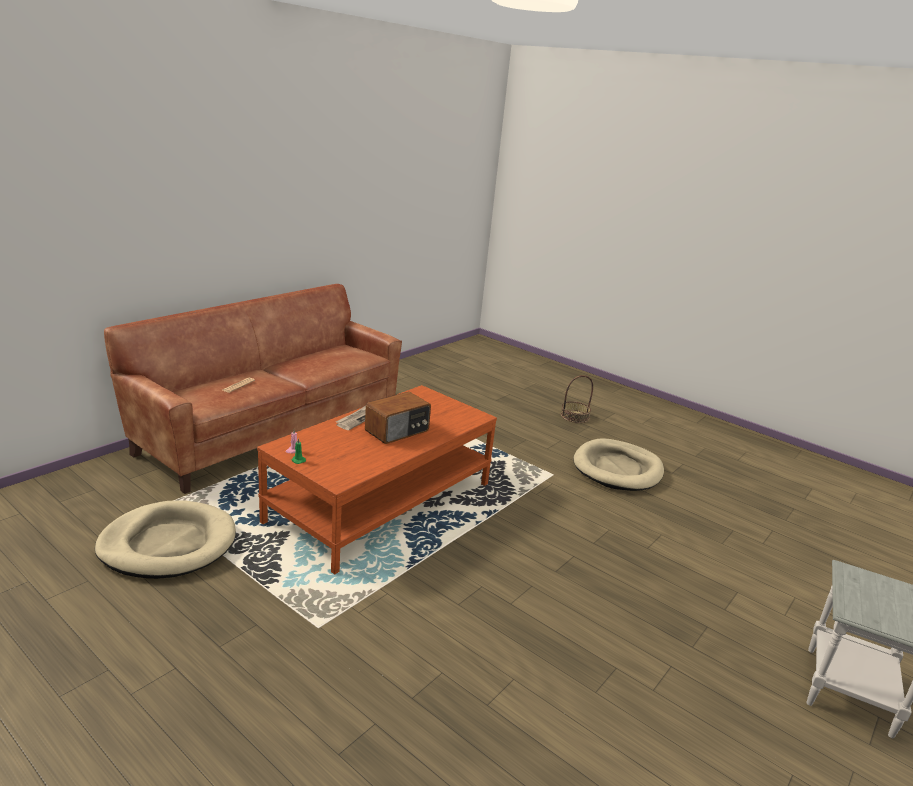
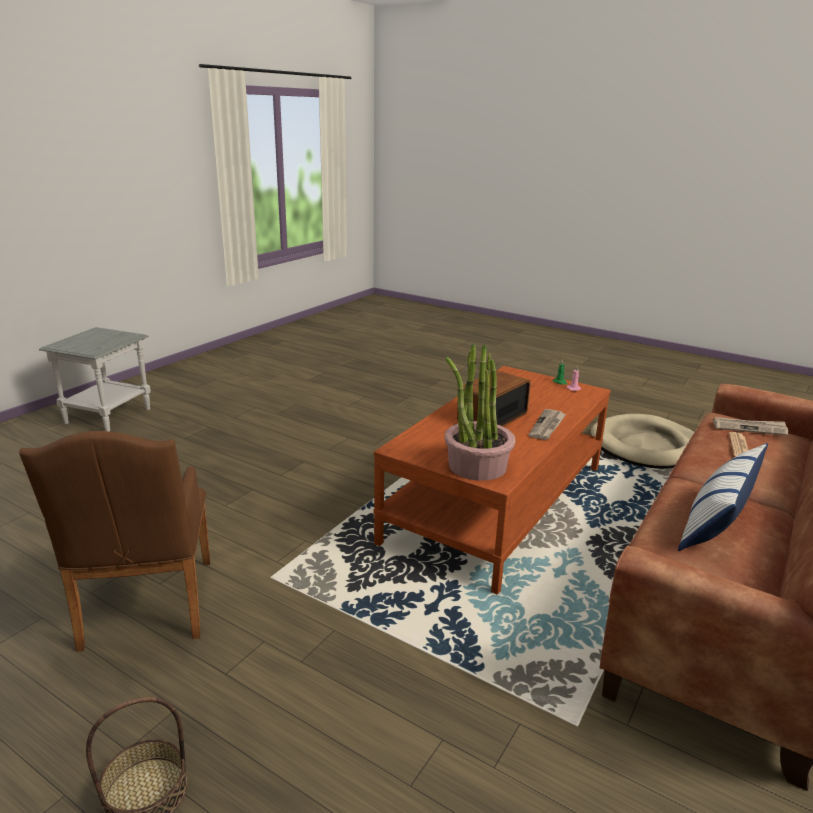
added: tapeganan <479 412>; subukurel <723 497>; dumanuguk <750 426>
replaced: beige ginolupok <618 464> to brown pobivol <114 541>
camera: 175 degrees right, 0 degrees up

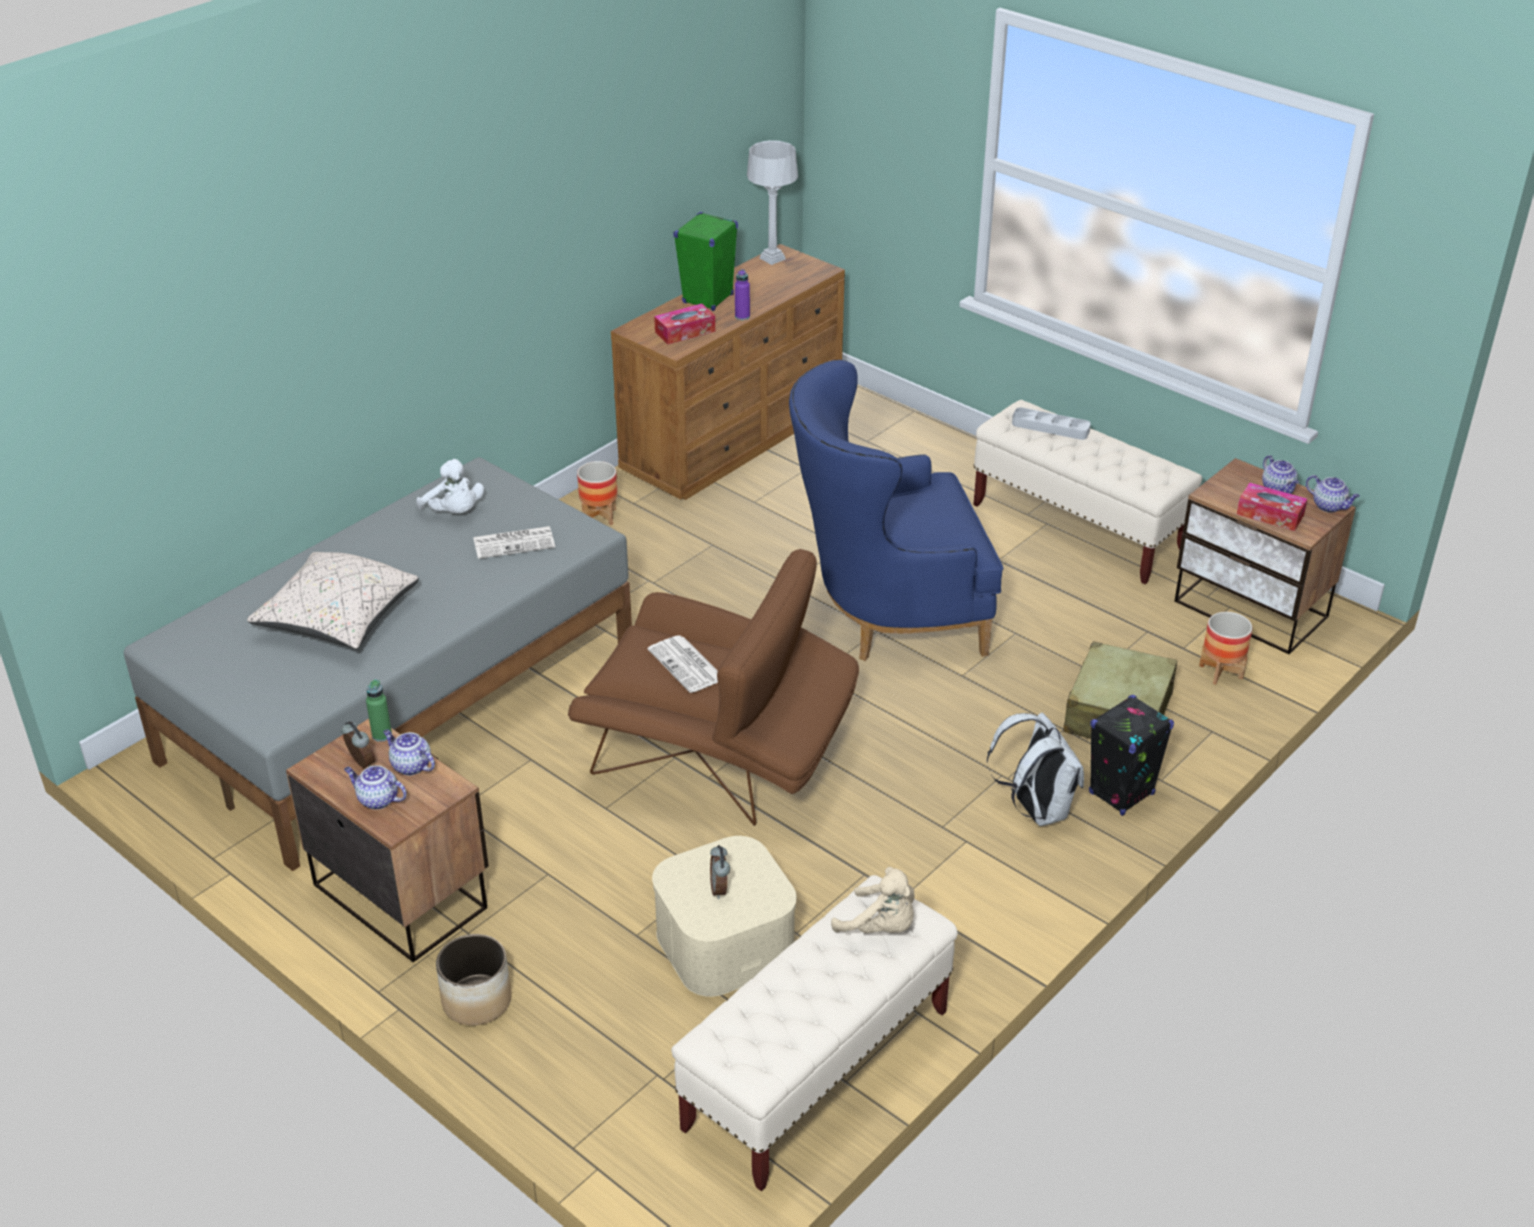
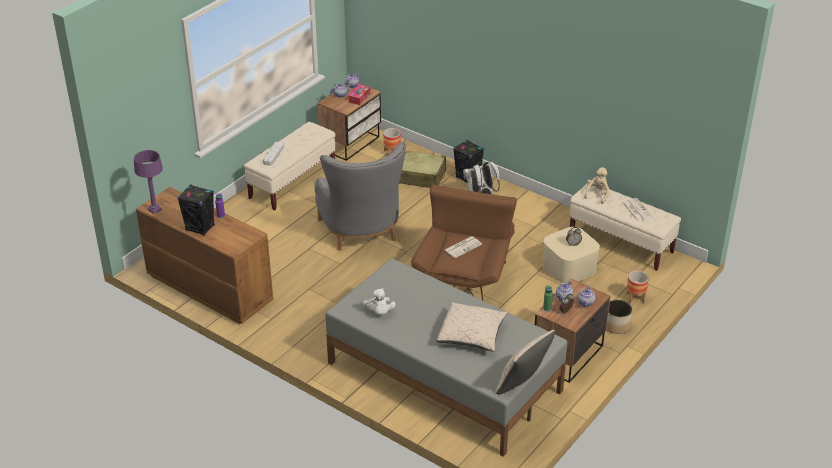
removed: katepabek <684 324>
added: beige subukurel <525 362>
moved: dumanuguk <514 542> to <637 210>; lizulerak <597 493> to <638 287>
recoloured: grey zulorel <772 202> to purple zulorel <148 182>; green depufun <705 261> to black depufun <196 210>; blue pobivol <896 510> to grey pobivol <360 196>
turned: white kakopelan <450 486> = <379 301> 120 degrees clockwise
camera: 95 degrees left, 0 degrees up

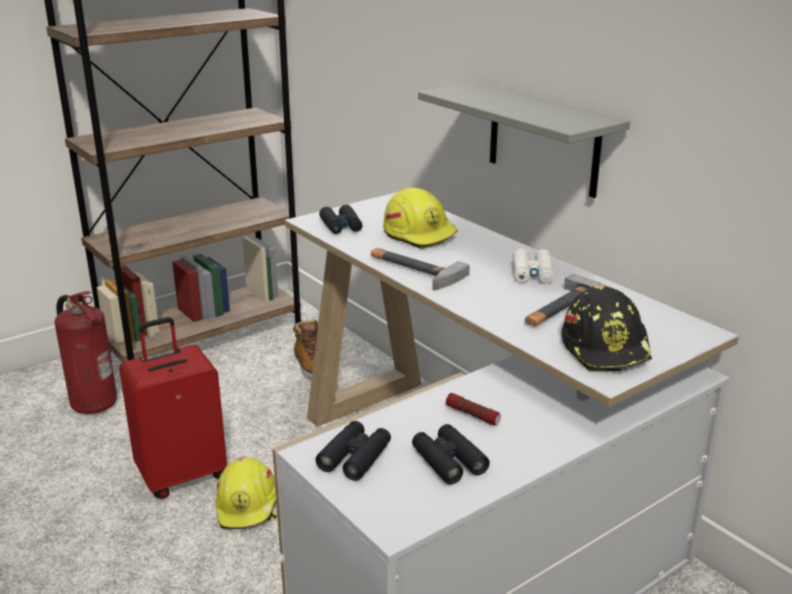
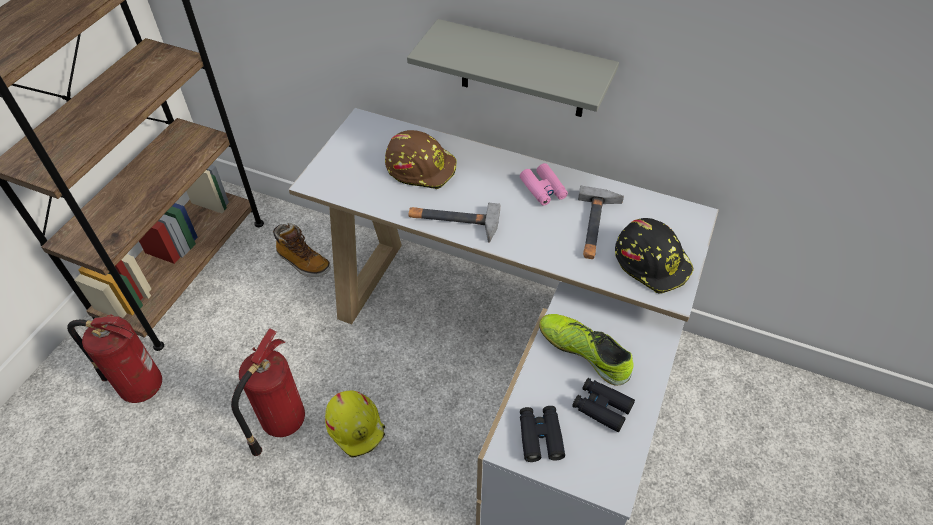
removed: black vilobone <341 219>
replaced: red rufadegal <173 408> to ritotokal <268 392>; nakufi <473 409> to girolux <586 349>
recoloured: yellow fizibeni <420 218> to brown fizibeni <420 159>; white vilobone <533 266> to pink vilobone <544 184>
camera: 30 degrees left, 25 degrees up

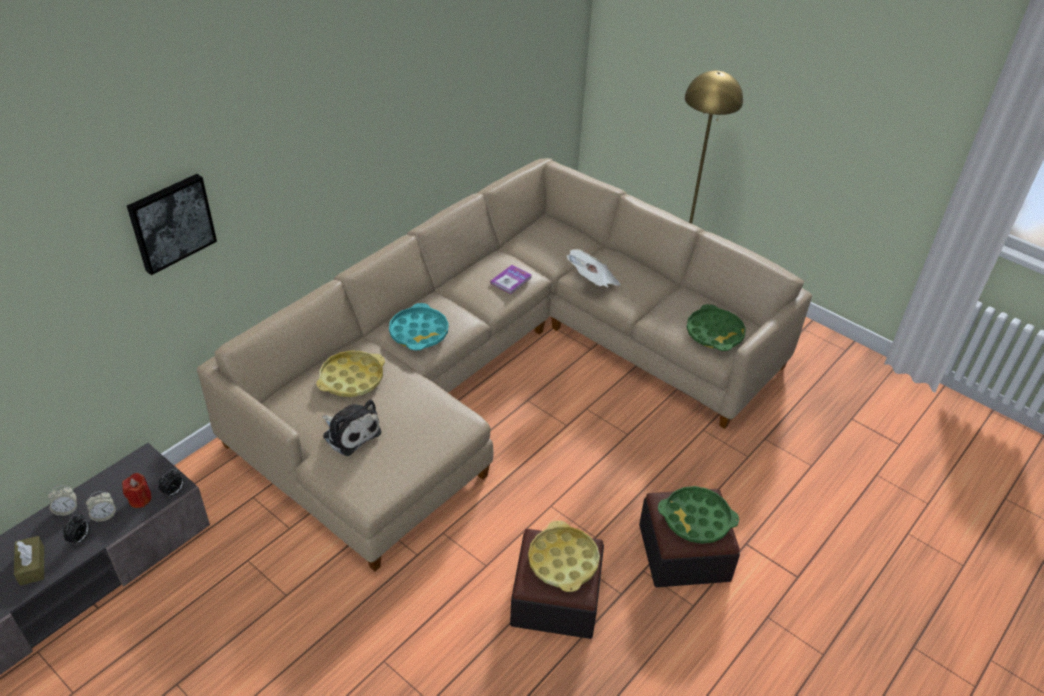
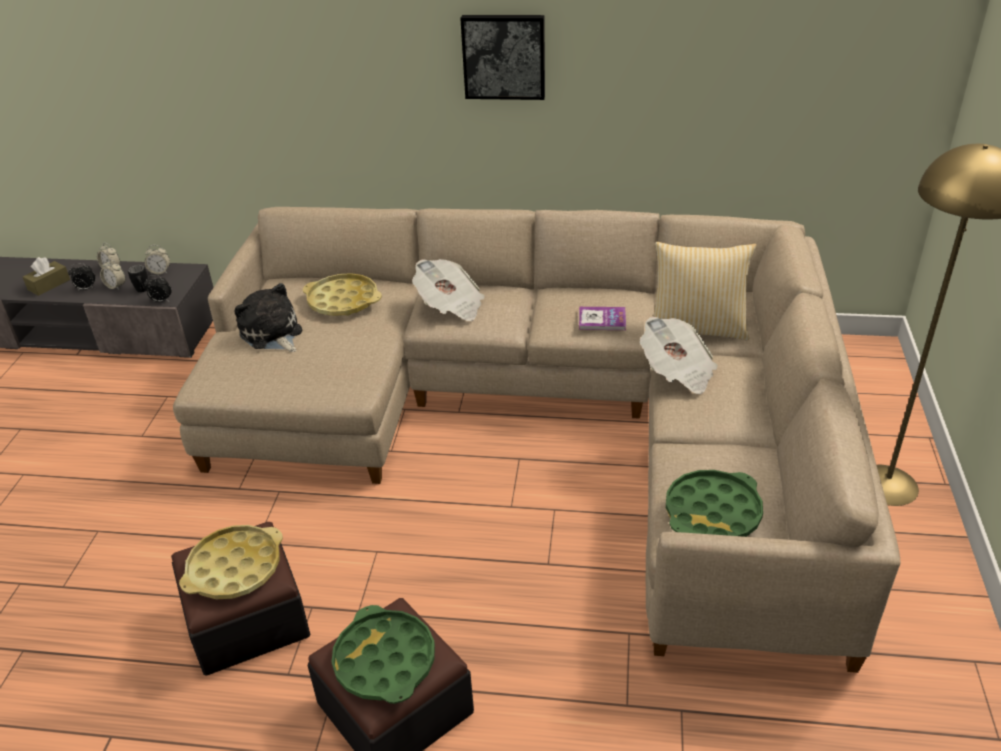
added: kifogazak <157 260>; subukurel <705 291>
moved: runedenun <172 224> to <502 57>
replaced: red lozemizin <136 490> to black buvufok <138 279>; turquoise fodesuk <419 326> to dumanuguk <448 290>
turned: kakopelan <352 428> = <268 317> 135 degrees clockwise
camera: 60 degrees right, 5 degrees down

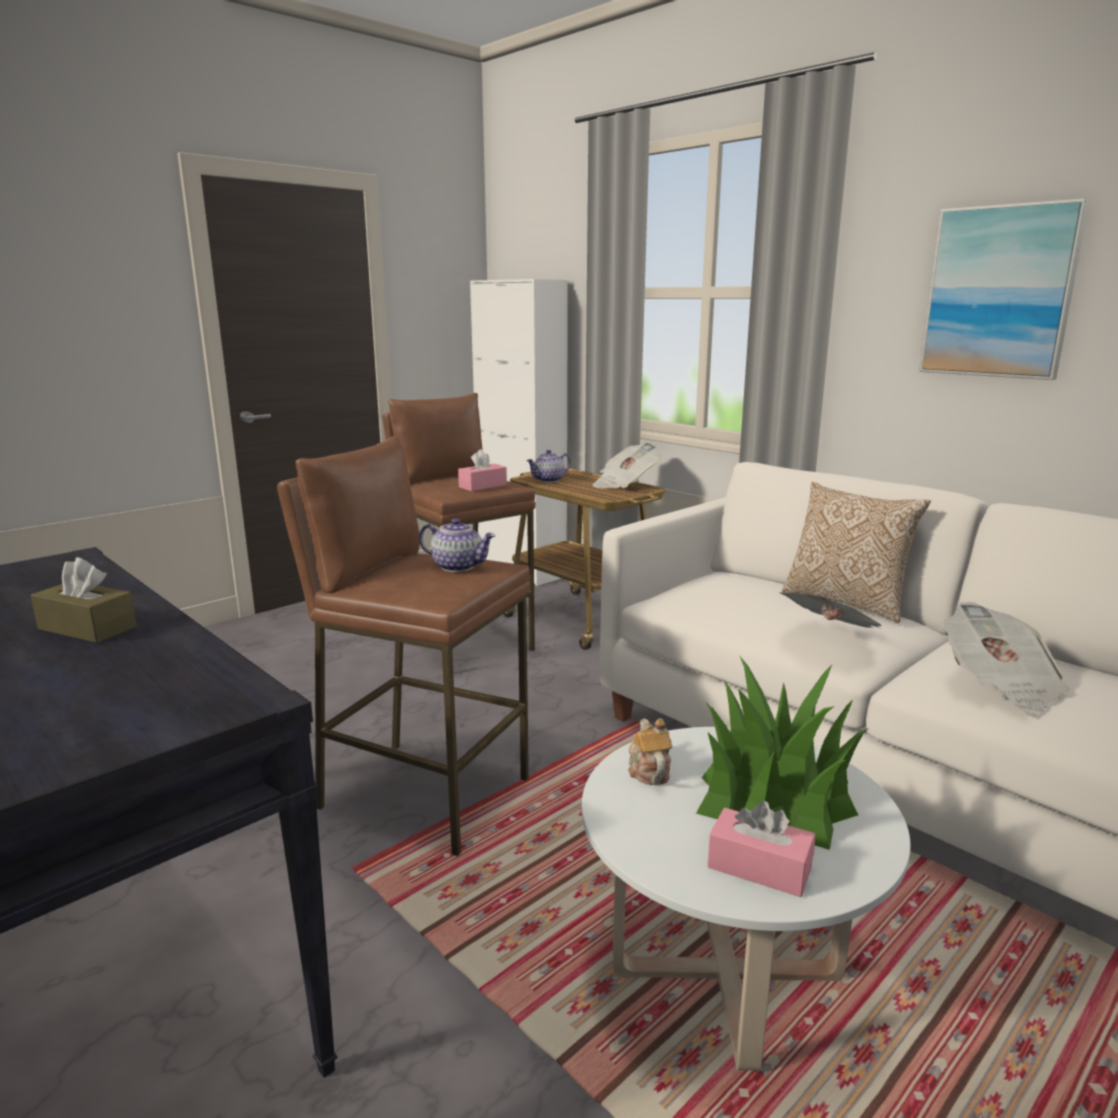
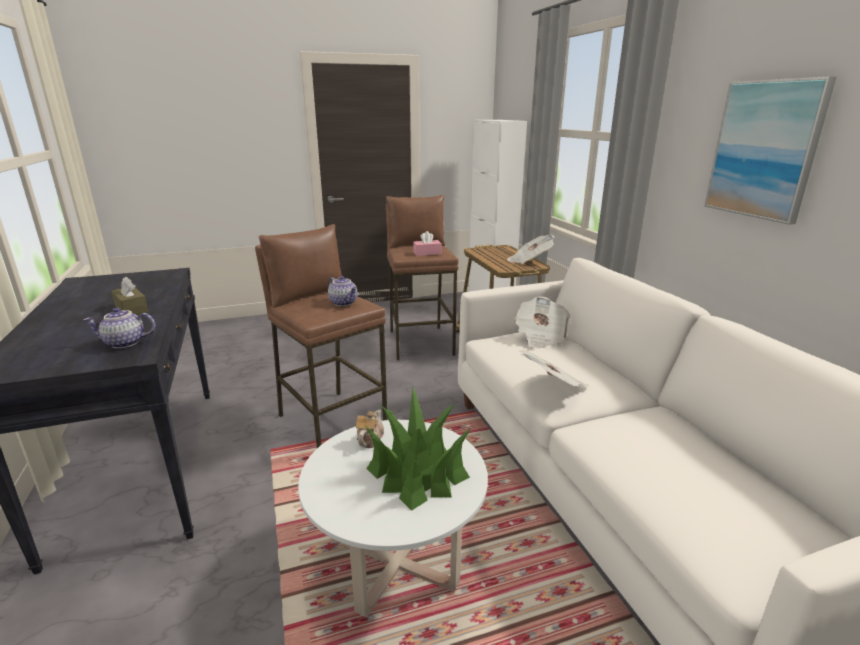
removed: pink katepabek <761 849>; subukurel <856 552>
moved: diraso <548 466> to <119 328>; dumanuguk <1007 658> to <542 322>
camera: 25 degrees right, 5 degrees up

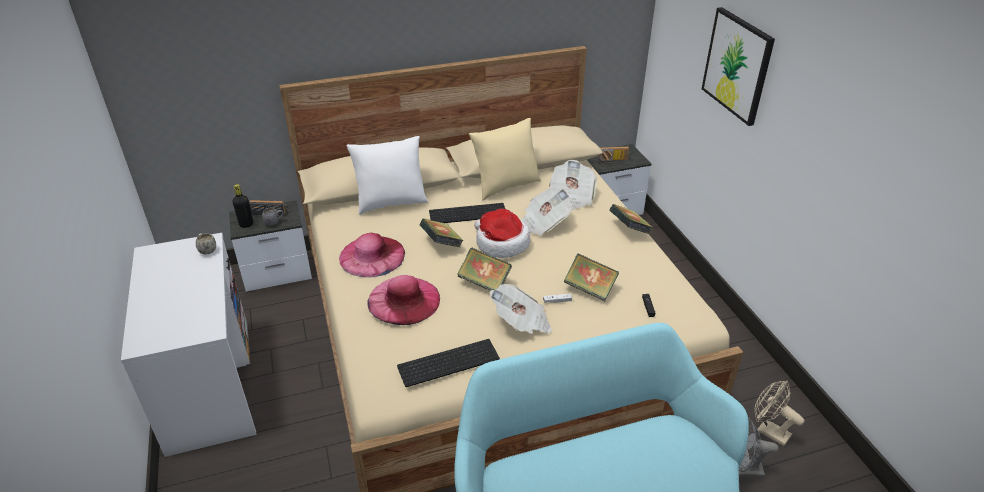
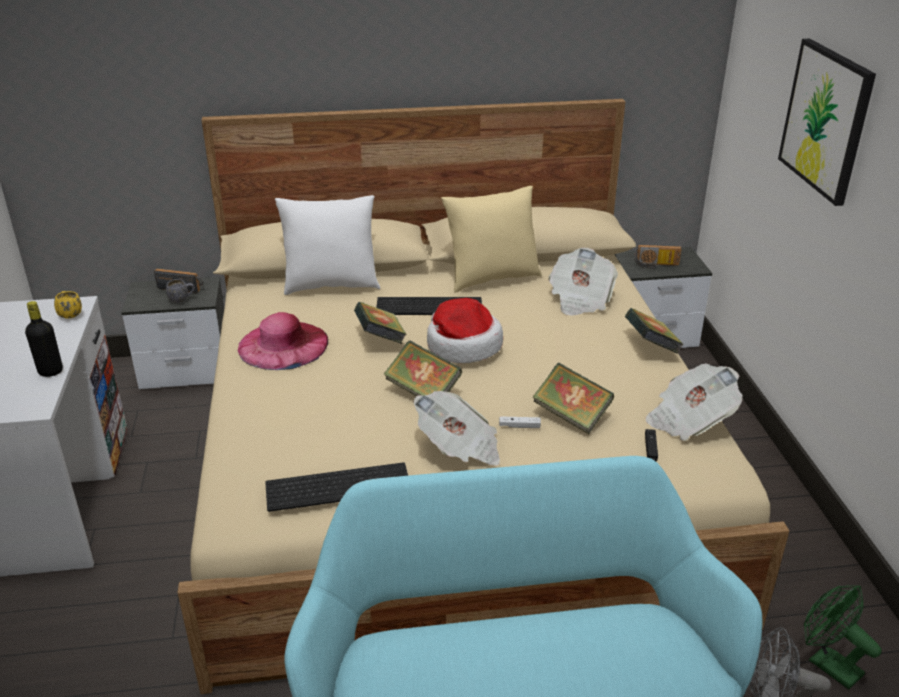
removed: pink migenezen <403 300>
moved: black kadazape <243 206> to <44 339>; dumanuguk <546 212> to <694 402>
recoloured: white buvufok <206 243> to yellow buvufok <68 305>; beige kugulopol <779 413> to green kugulopol <843 637>
camera: 10 degrees right, 5 degrees down

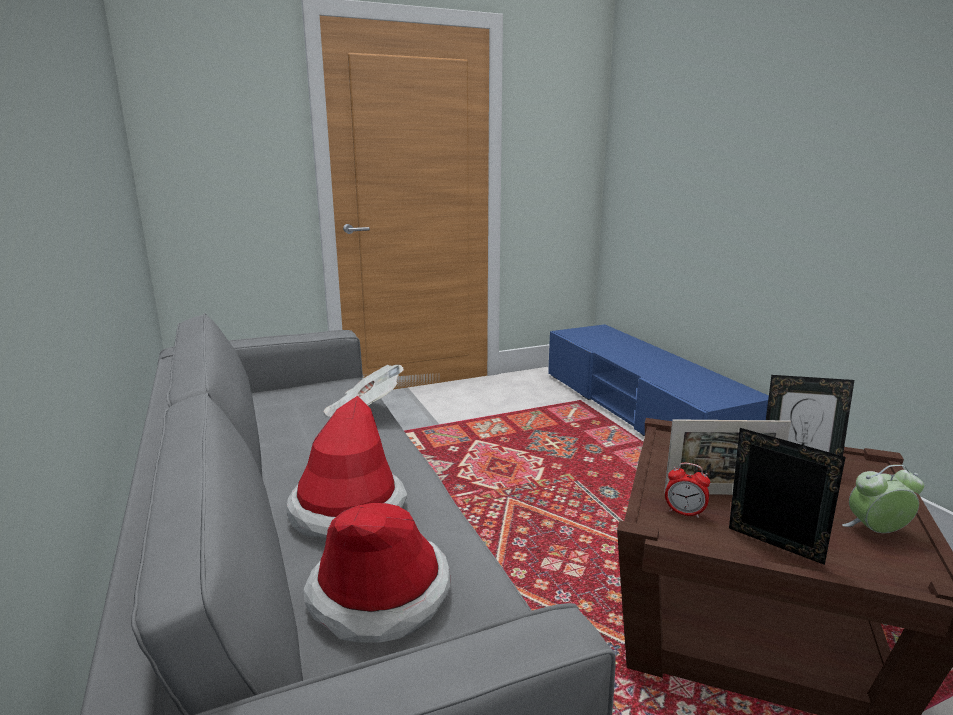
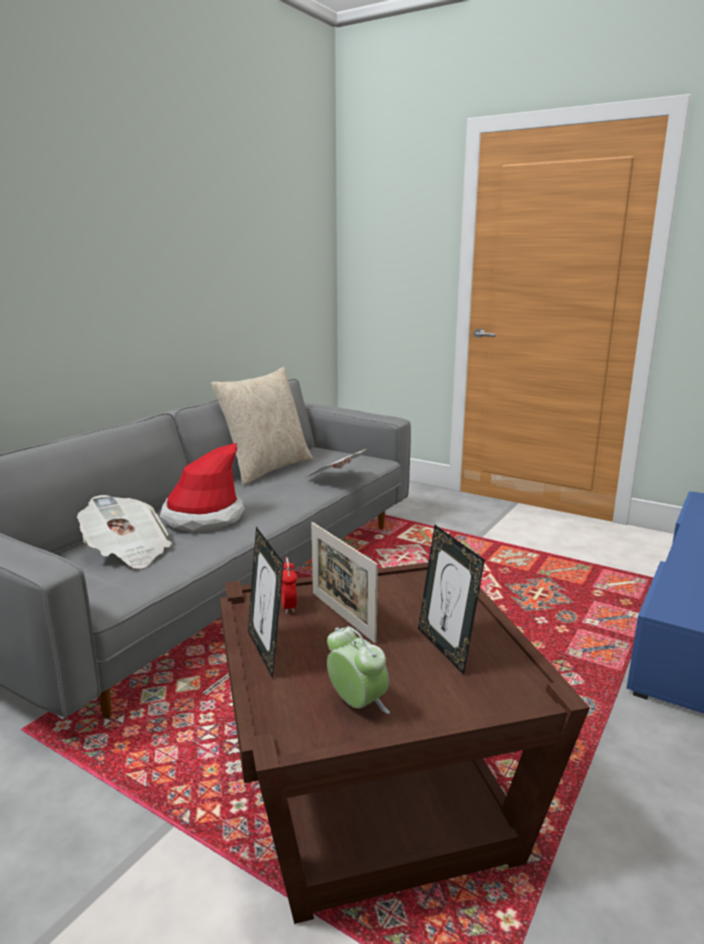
added: beige subukurel <262 426>
replaced: migenezen <377 573> to dumanuguk <124 532>
turned: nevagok <787 496> = <266 602> 150 degrees clockwise
camera: 55 degrees right, 0 degrees up

